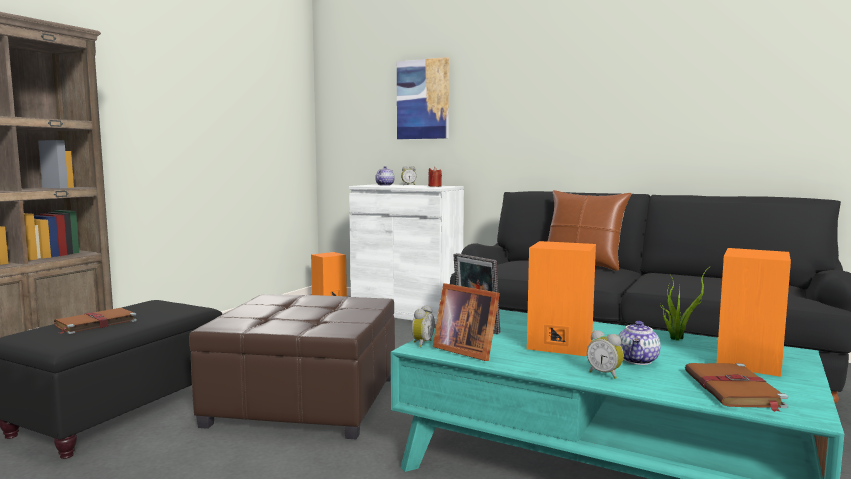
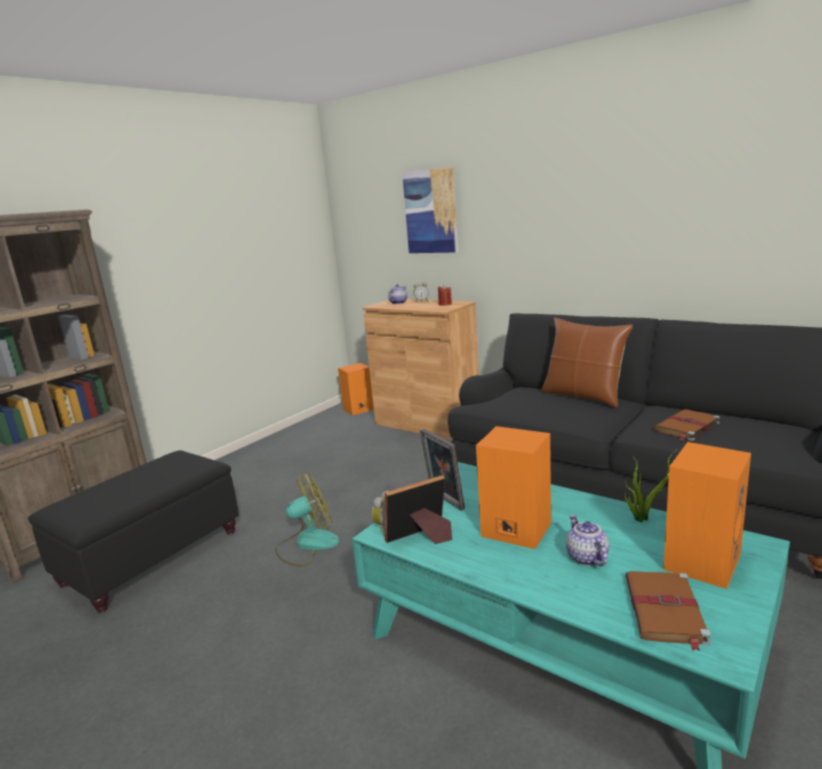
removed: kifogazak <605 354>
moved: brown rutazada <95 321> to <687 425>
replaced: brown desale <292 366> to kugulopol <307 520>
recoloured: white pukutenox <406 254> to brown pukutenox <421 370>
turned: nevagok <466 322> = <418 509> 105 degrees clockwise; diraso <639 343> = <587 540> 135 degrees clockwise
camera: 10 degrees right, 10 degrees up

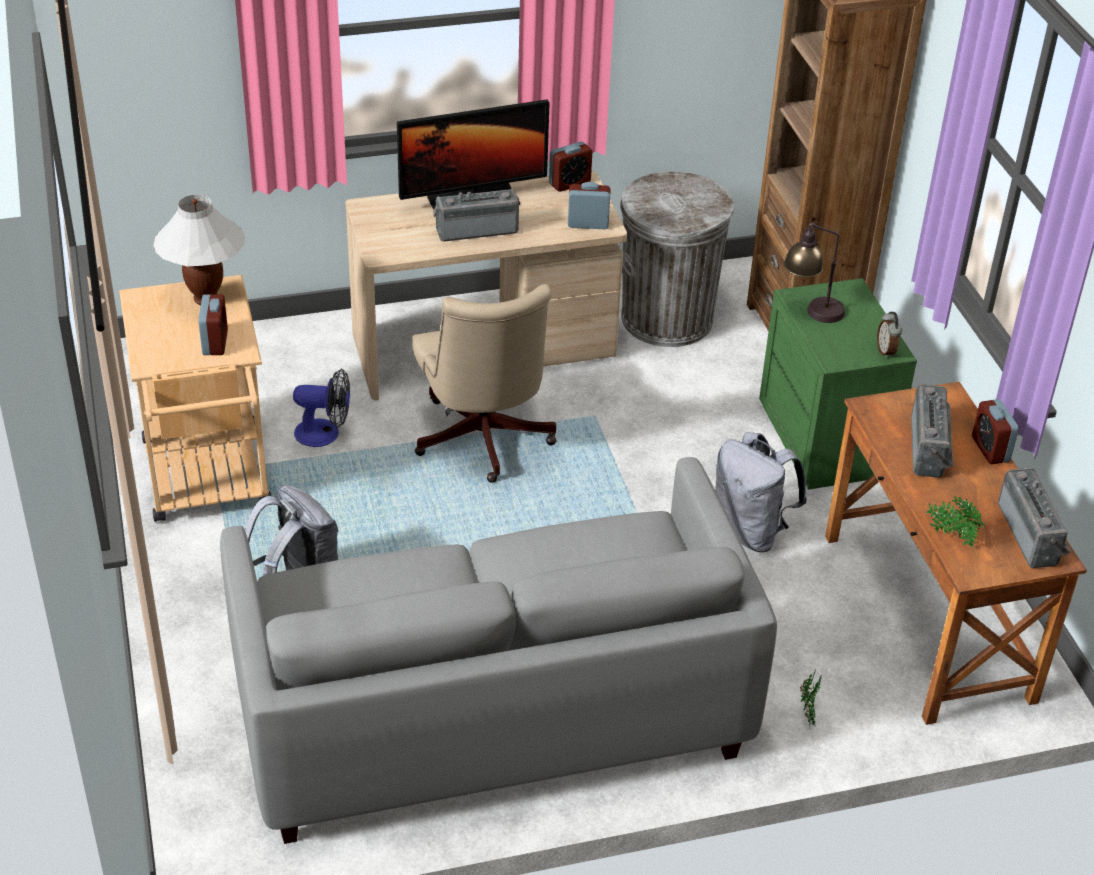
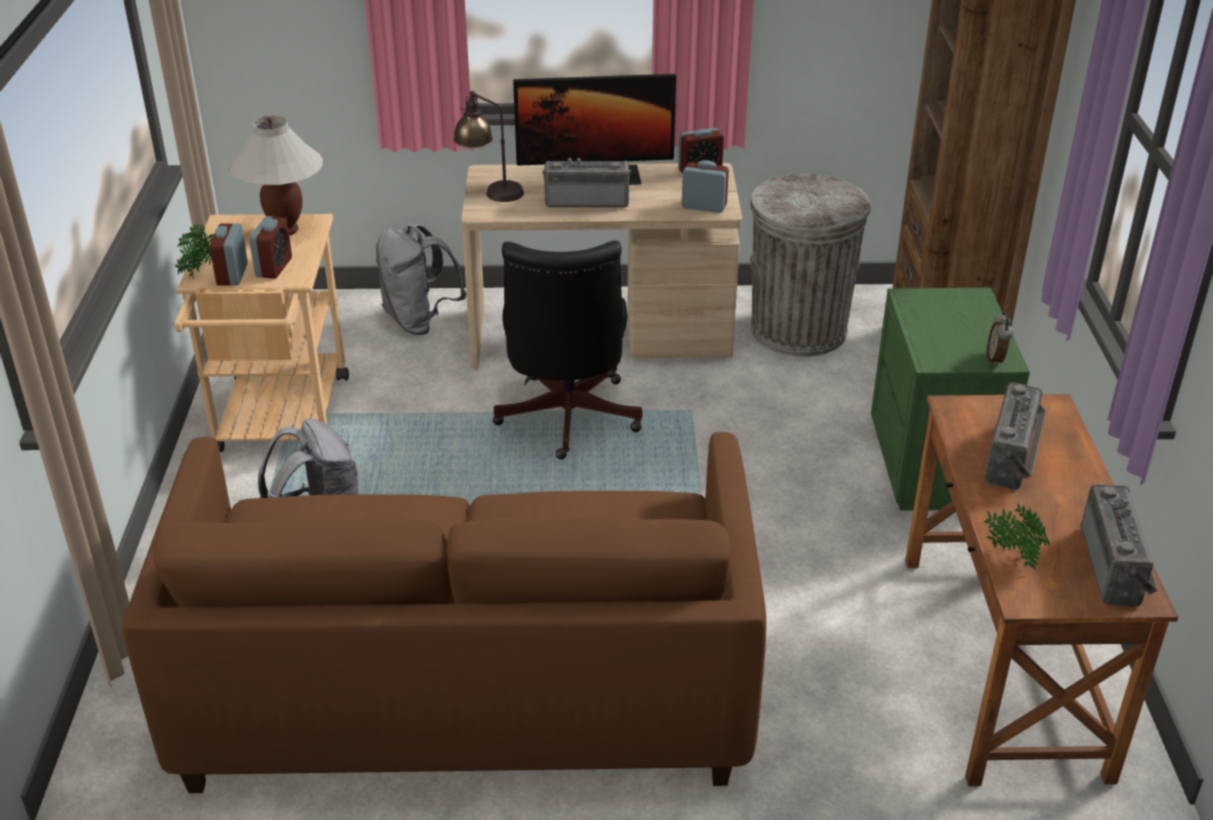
removed: kugulopol <321 408>
moved: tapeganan <811 698> to <194 251>; kifogazak <995 432> to <229 255>; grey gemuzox <761 492> to <421 279>; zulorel <814 272> to <488 146>
recoloured: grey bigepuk <498 650> to brown bigepuk <444 612>; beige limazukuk <484 383> to black limazukuk <567 349>
camera: 15 degrees right, 5 degrees down

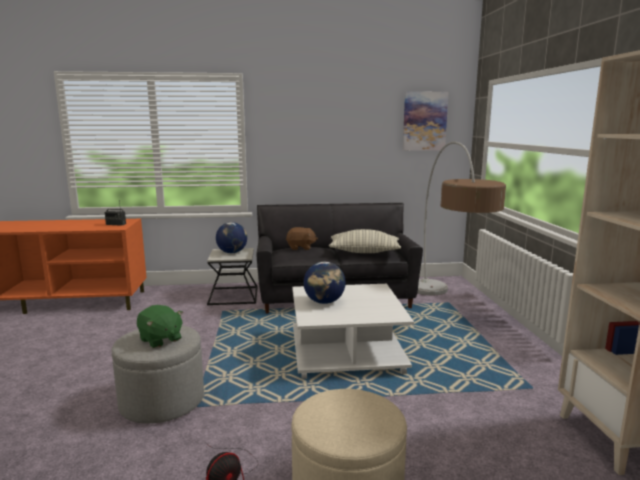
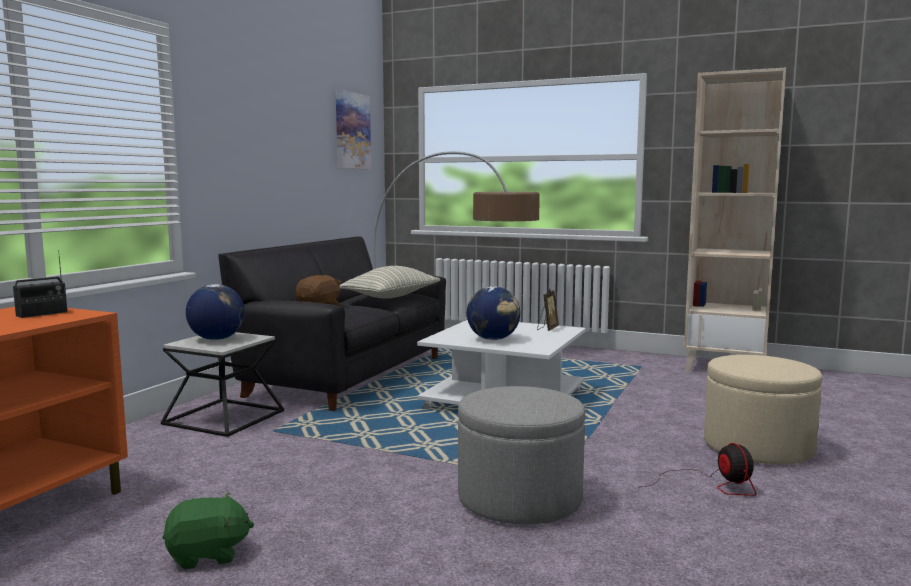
added: nevagok <548 309>
moved: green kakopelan <160 326> to <208 531>
camera: 60 degrees left, 5 degrees down

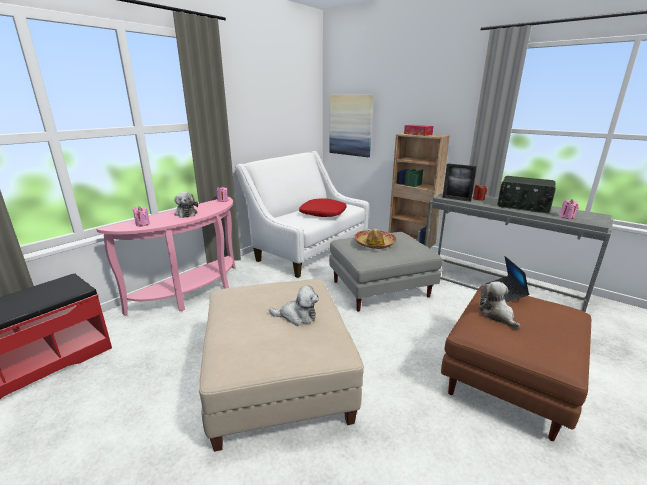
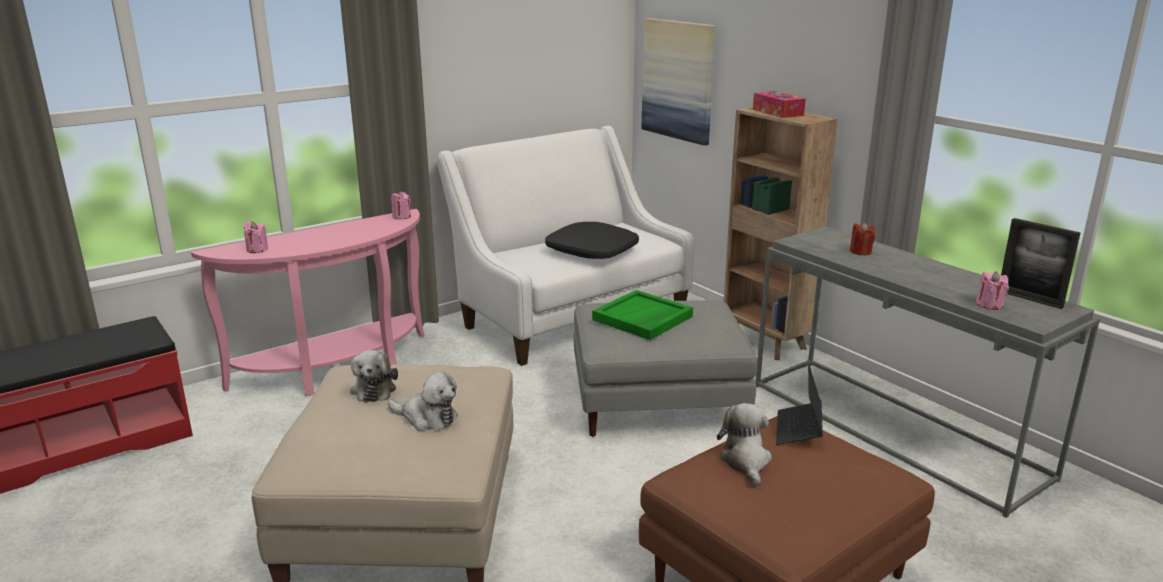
removed: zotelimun <526 194>
moved: kakopelan <186 205> to <374 376>; nevagok <459 183> to <1041 263>
replaced: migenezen <375 239> to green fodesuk <642 315>
recoloured: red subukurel <322 207> to black subukurel <592 240>
camera: 15 degrees right, 0 degrees up

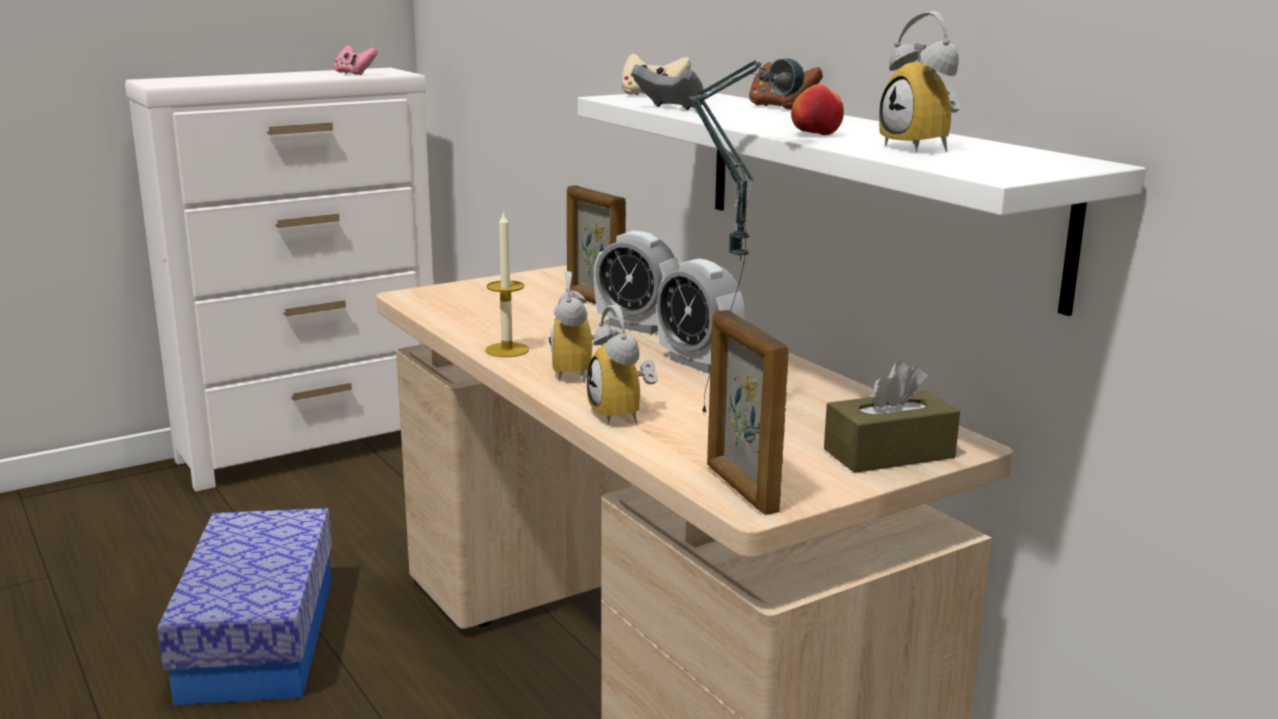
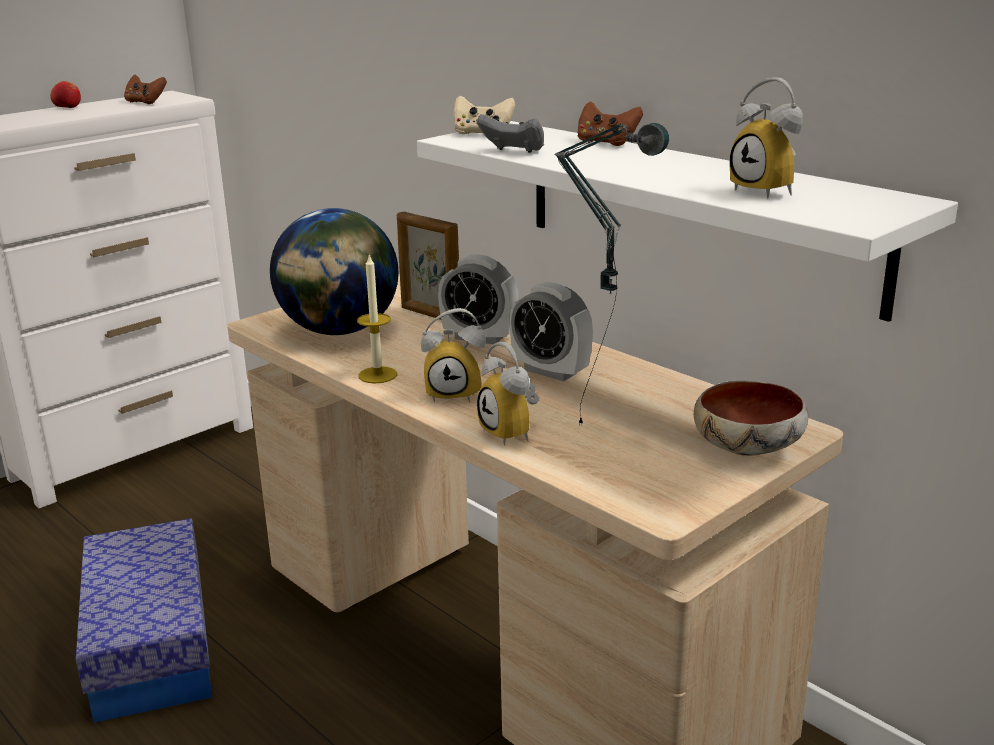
removed: nevagok <748 412>
added: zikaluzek <334 271>
moved: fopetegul <817 109> to <65 94>
replaced: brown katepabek <892 417> to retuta <751 418>
recoloured: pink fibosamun <355 60> to brown fibosamun <145 89>
turned: kifogazak <577 326> = <453 355> 75 degrees counterclockwise
camera: 10 degrees left, 5 degrees up

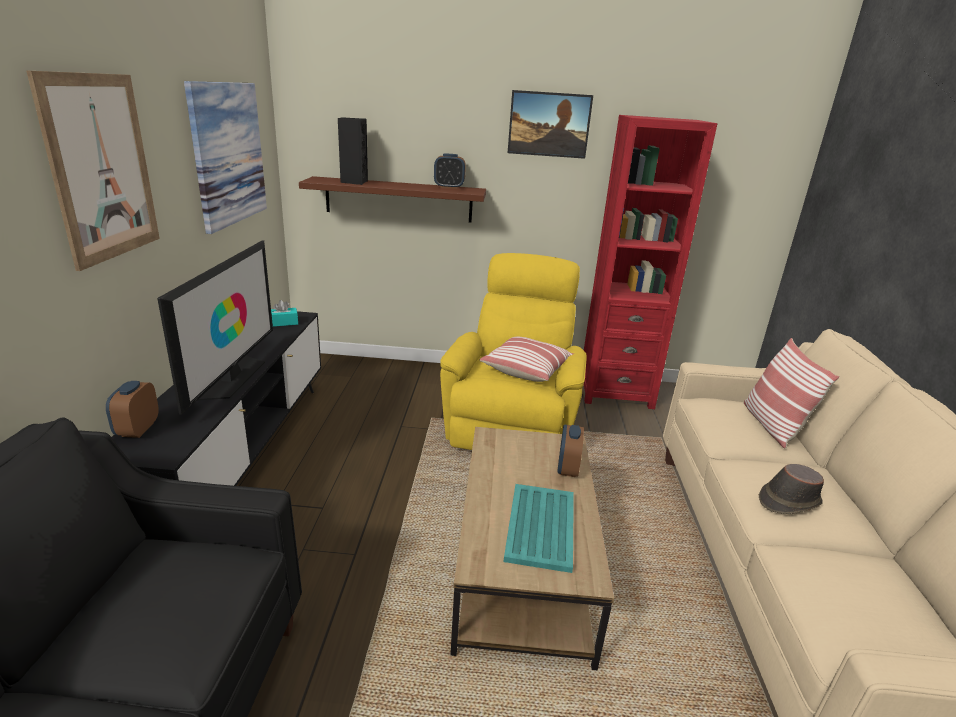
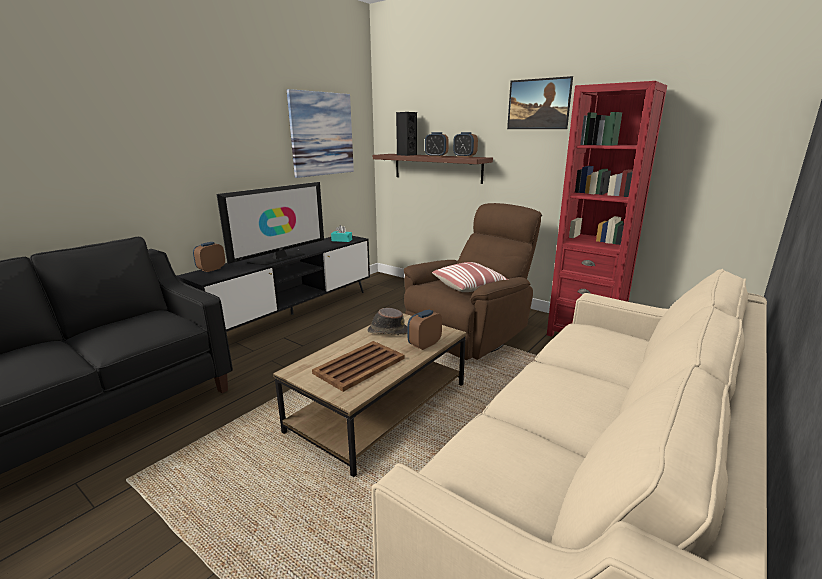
removed: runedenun <93 170>; subukurel <791 393>
added: kifogazak <437 144>
moved: brown migenezen <791 489> to <387 321>
recoloured: turquoise fodesuk <539 528> to brown fodesuk <358 366>; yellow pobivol <513 351> to brown pobivol <473 281>
camera: 35 degrees right, 5 degrees down

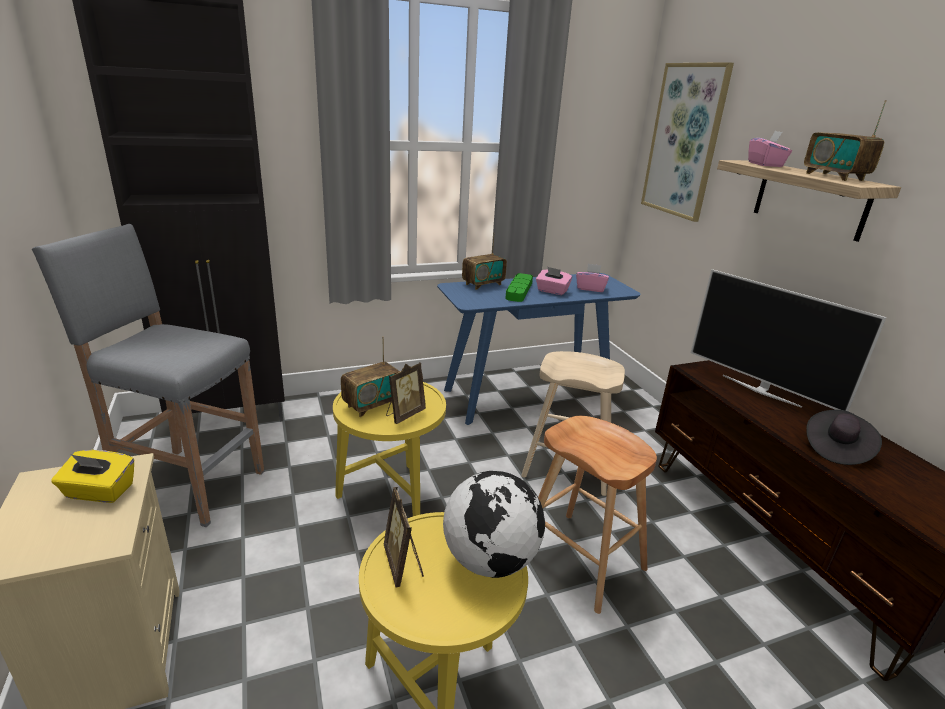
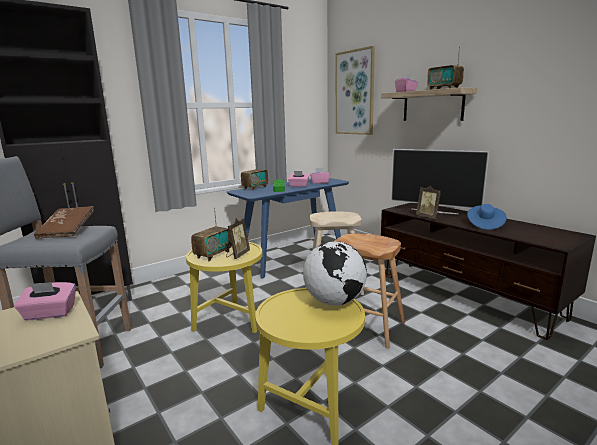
added: brown rutazada <64 222>
moved: nevagok <404 537> to <428 202>
recoloured: yellow katepabek <92 476> to pink katepabek <45 301>; black migenezen <844 437> to blue migenezen <487 217>
camera: 15 degrees left, 10 degrees down

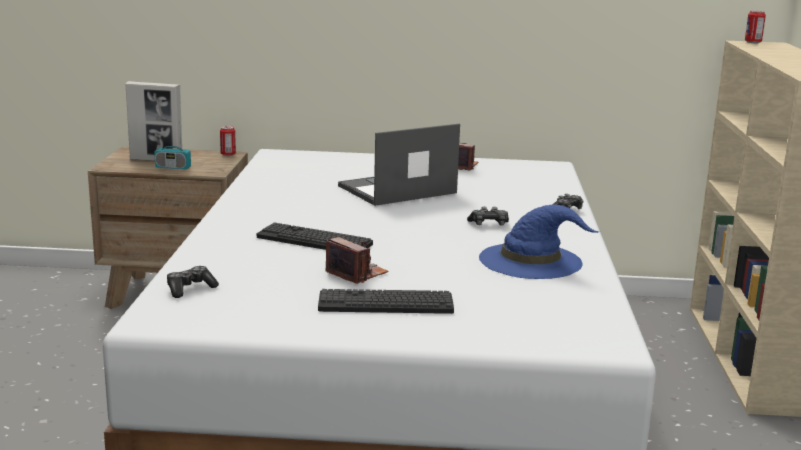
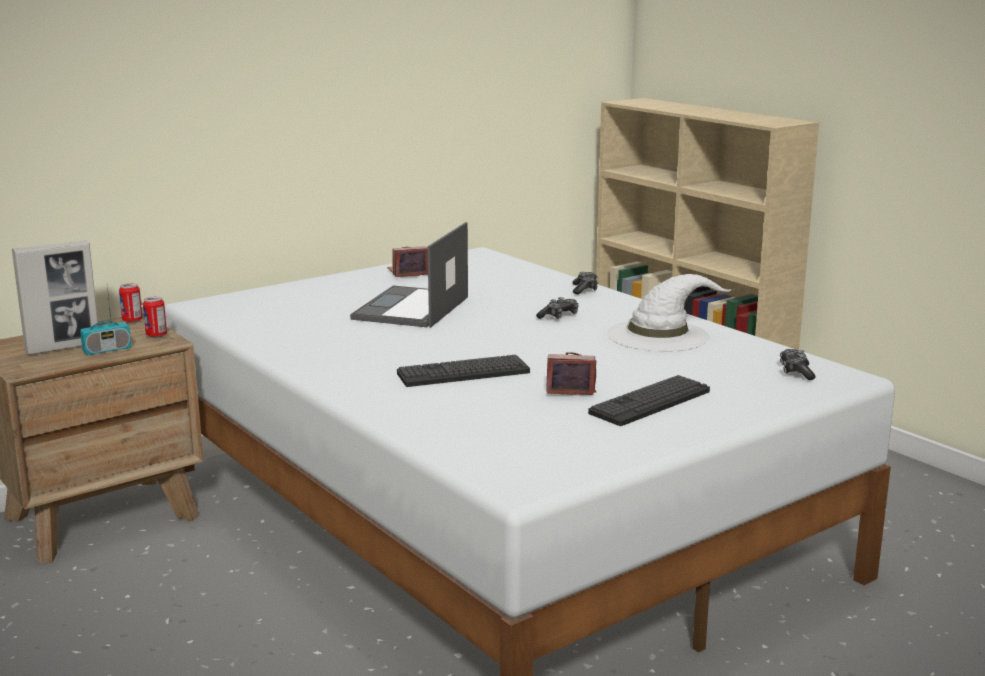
moved: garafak <755 26> to <155 317>; fibosamun <193 282> to <798 364>
recoloured: blue migenezen <540 241> to white migenezen <671 312>
camera: 40 degrees left, 0 degrees up

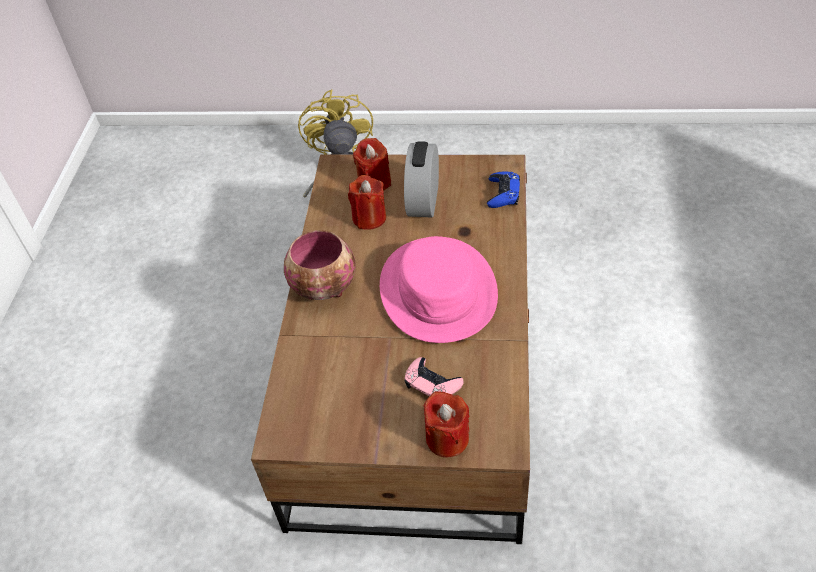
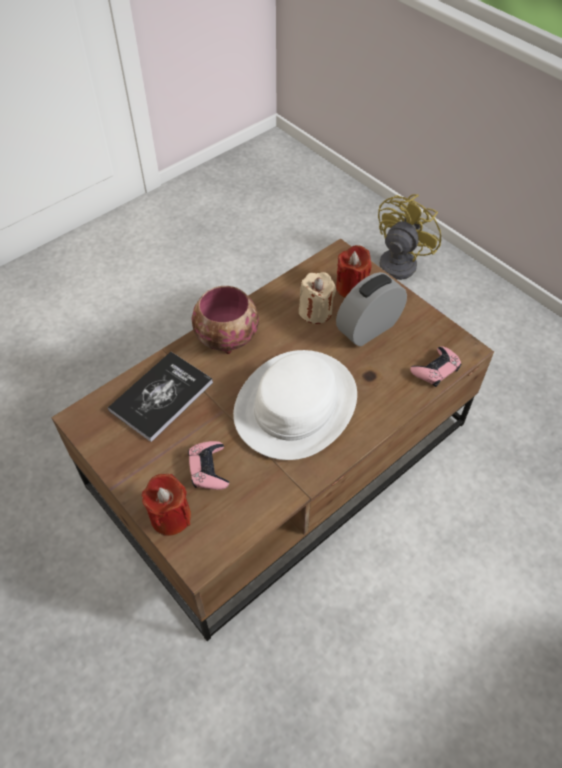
added: rutazada <160 397>
recoloured: pink migenezen <439 289> to white migenezen <295 405>; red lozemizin <367 202> to beige lozemizin <317 298>; blue fibosamun <503 190> to pink fibosamun <435 367>
camera: 40 degrees right, 5 degrees up

